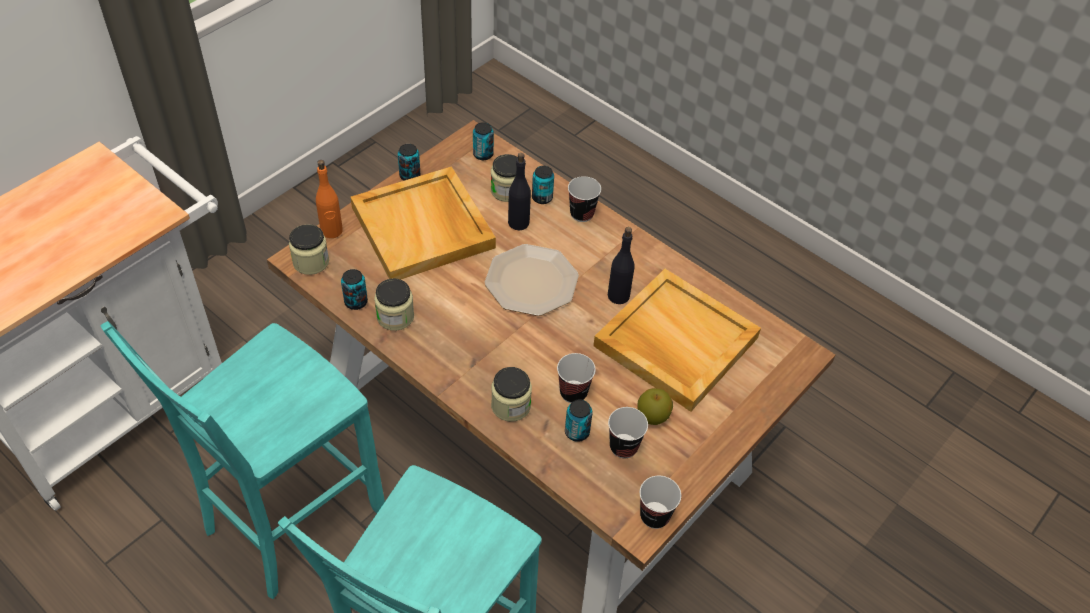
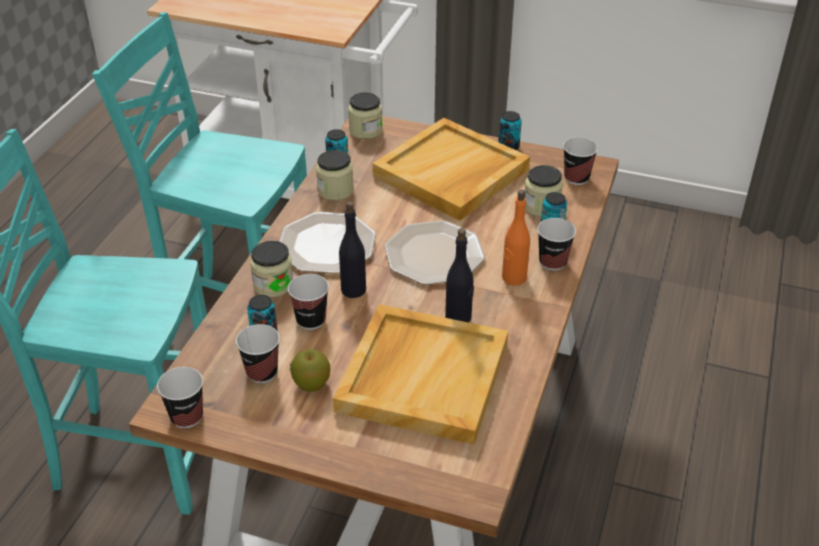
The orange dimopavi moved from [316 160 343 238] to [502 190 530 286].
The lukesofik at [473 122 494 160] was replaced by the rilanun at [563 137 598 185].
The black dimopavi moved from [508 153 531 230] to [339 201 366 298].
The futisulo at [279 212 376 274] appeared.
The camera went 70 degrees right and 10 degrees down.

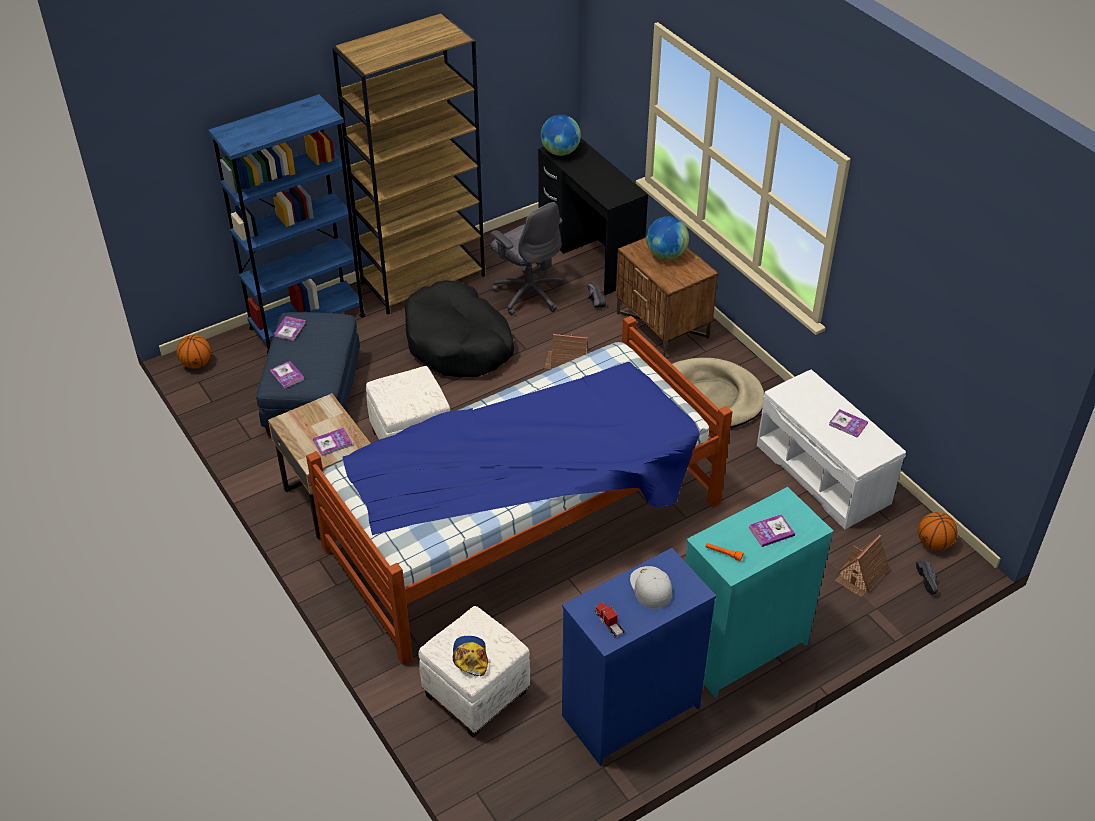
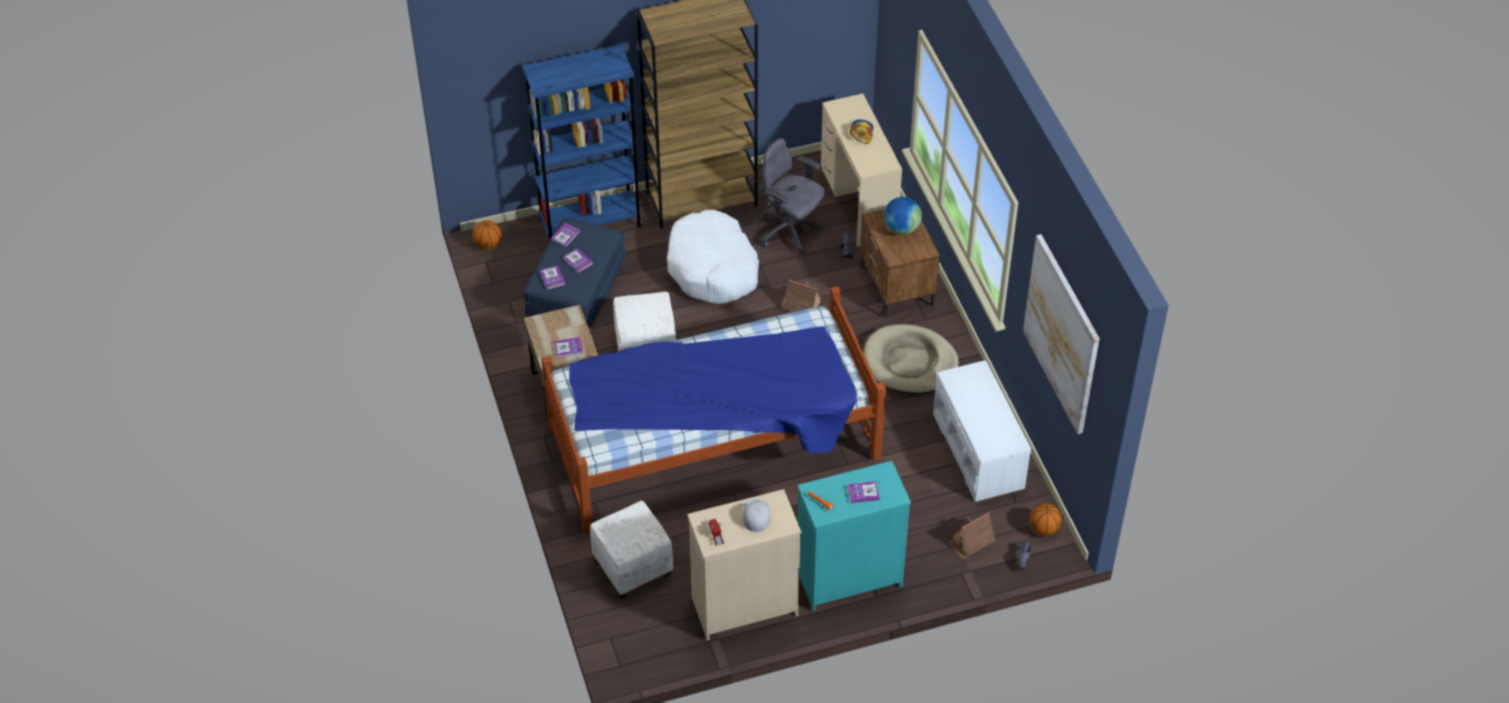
The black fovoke at [405 280 514 377] became the white fovoke at [667 210 759 304].
The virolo moved from [453 636 488 676] to [850 119 873 144].
The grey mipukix at [490 202 564 316] turned 150 degrees clockwise.
The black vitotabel at [538 138 648 295] became the beige vitotabel at [821 94 902 246].
The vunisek at [541 115 581 156] disappeared.
The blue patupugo at [562 548 716 766] became the beige patupugo at [687 489 802 640].
The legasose moved from [829 409 868 438] to [563 248 593 273].
The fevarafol at [1023 234 1100 434] appeared.
The camera went 15 degrees right and 5 degrees up.

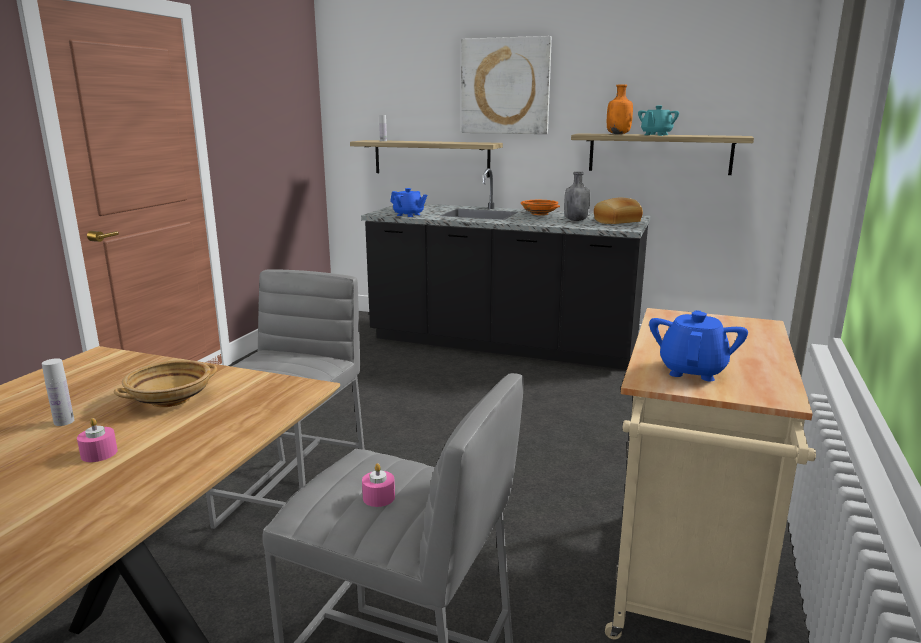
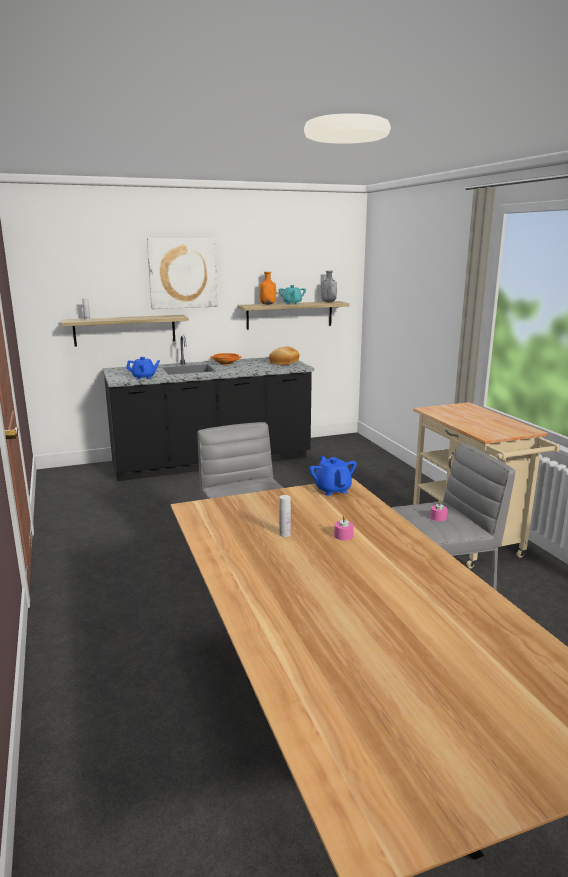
The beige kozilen at [114 360 217 407] disappeared.
The grey dimopavi moved from [564 172 590 221] to [321 271 337 302].
The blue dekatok moved from [649 310 748 381] to [309 456 357 496].
The camera went 40 degrees left and 0 degrees up.

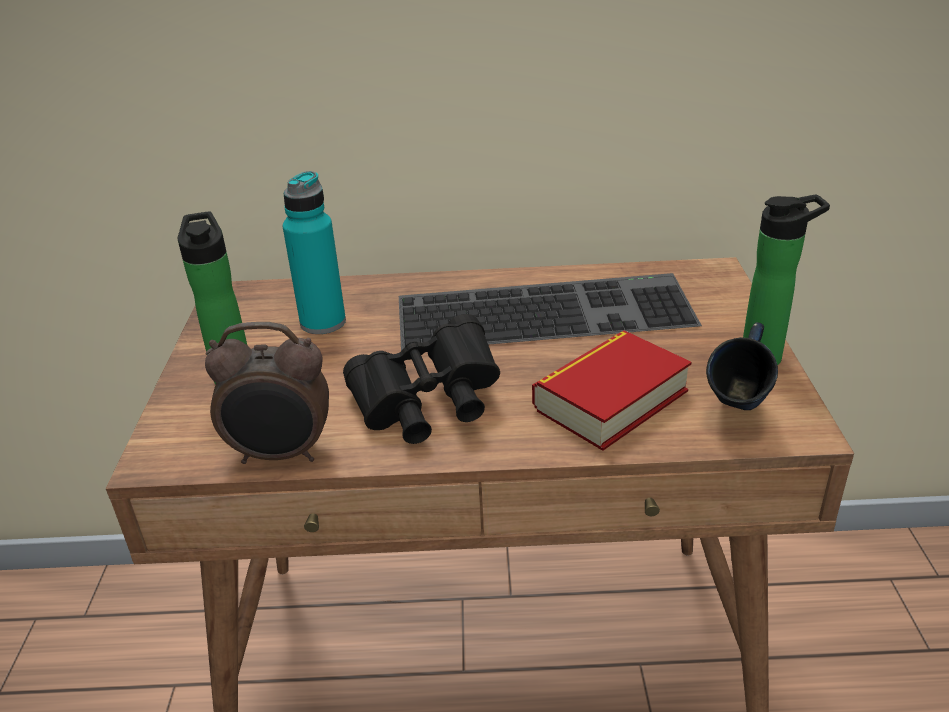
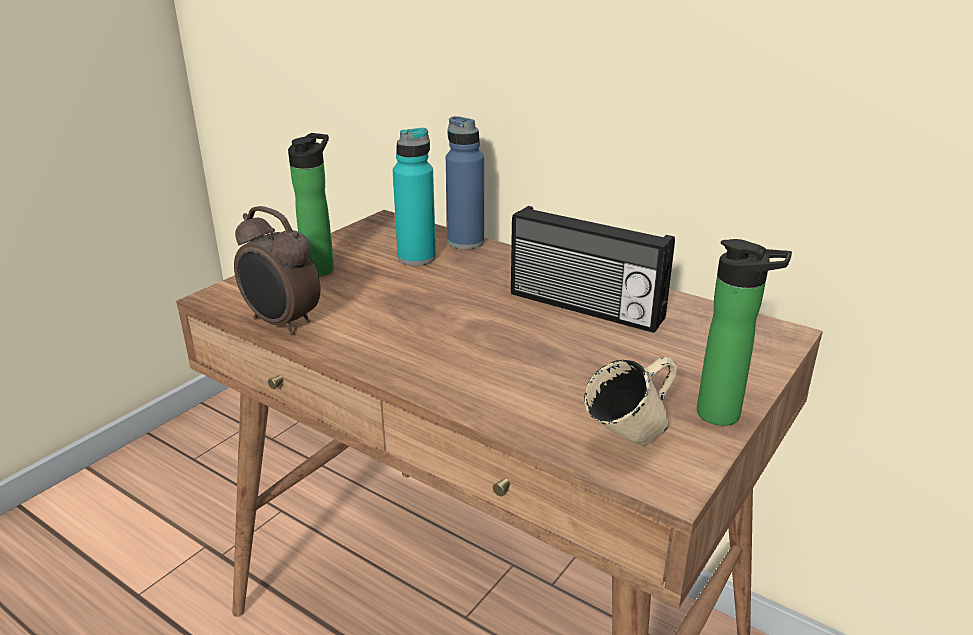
The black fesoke at [343 314 500 444] disappeared.
The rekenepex at [399 273 702 351] was replaced by the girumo at [511 206 675 333].
The legasose at [532 330 692 451] disappeared.
The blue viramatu at [706 322 778 410] became the beige viramatu at [584 357 678 446].
The blue dimopavi at [446 116 484 249] appeared.
The camera went 35 degrees right and 5 degrees down.

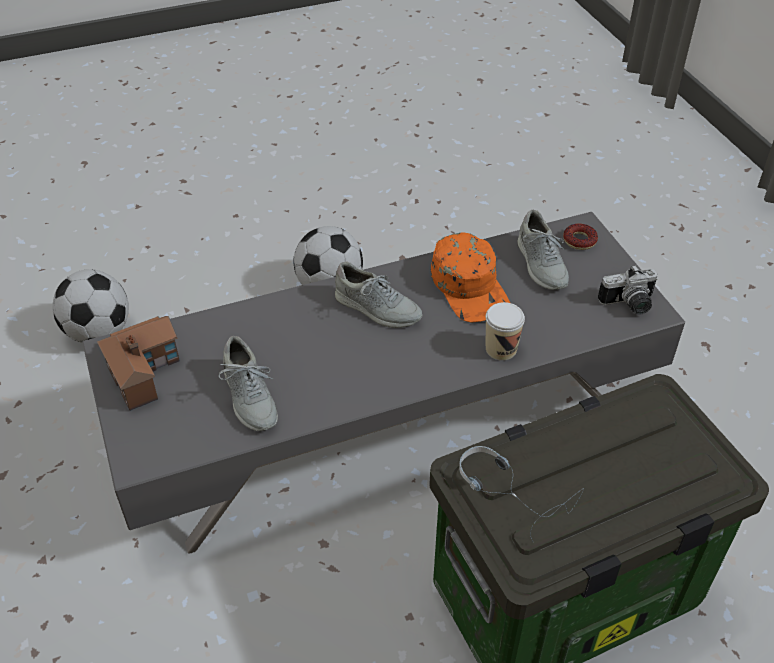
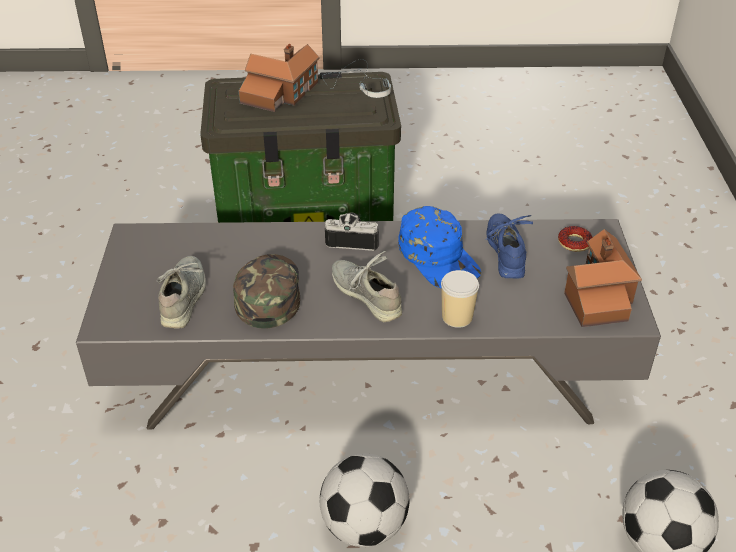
The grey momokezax at [219 336 278 431] became the blue momokezax at [485 213 533 278].
The orange virolo at [431 232 510 323] became the green virolo at [233 254 300 329].
The rilanun moved from [486 302 525 361] to [441 270 479 328].
The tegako moved from [563 223 598 250] to [558 226 592 252].
The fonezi moved from [598 265 658 315] to [325 213 379 251].
The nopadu at [239 44 320 112] appeared.
The blue virolo at [398 206 481 288] appeared.
The camera went 160 degrees left and 5 degrees down.

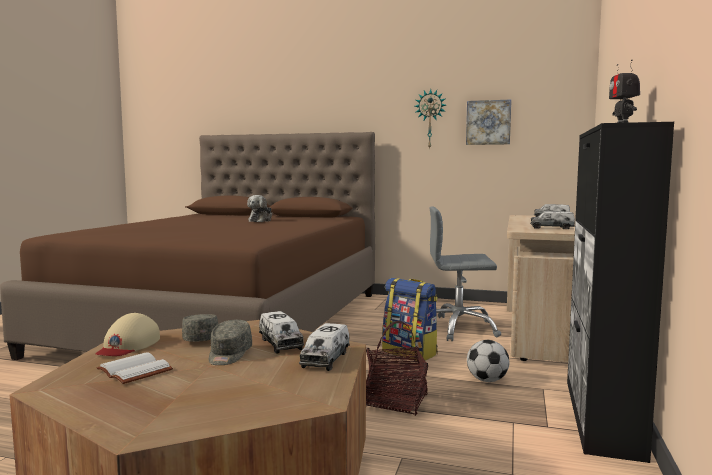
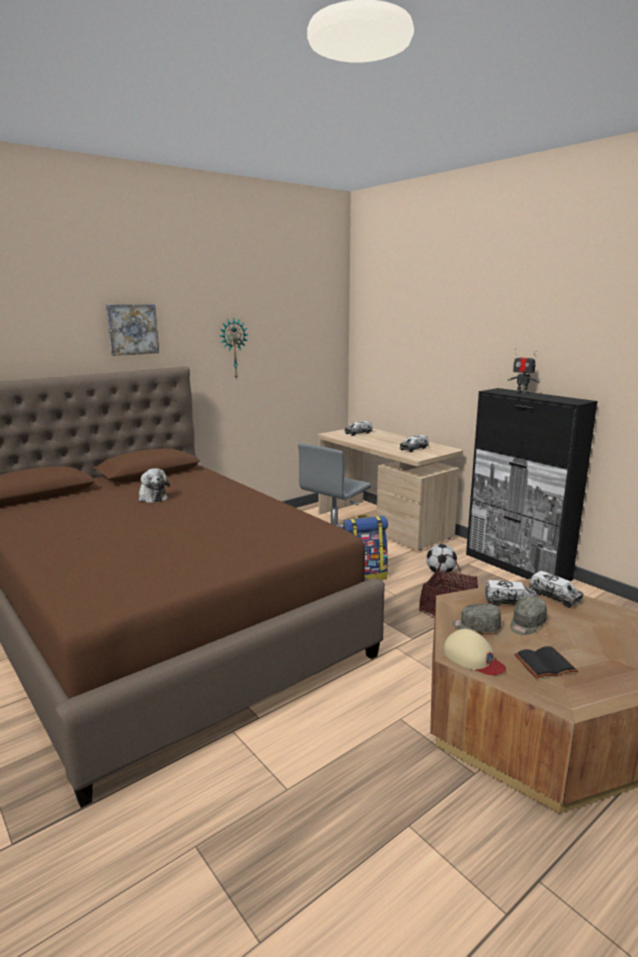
The white legasose at [96 353 173 384] became the black legasose at [514 646 578 679].
The grey virolo at [209 320 252 365] turned 90 degrees clockwise.
The fevarafol moved from [466 99 511 145] to [106 304 159 356].
The camera went 55 degrees left and 10 degrees up.

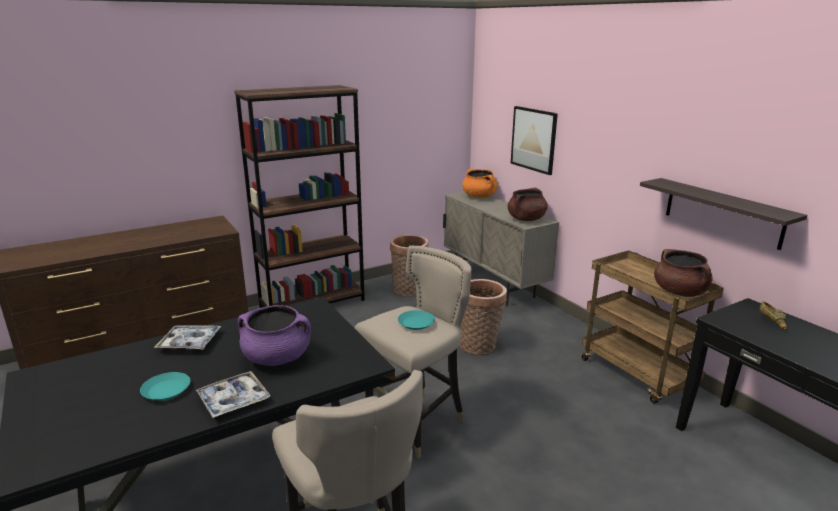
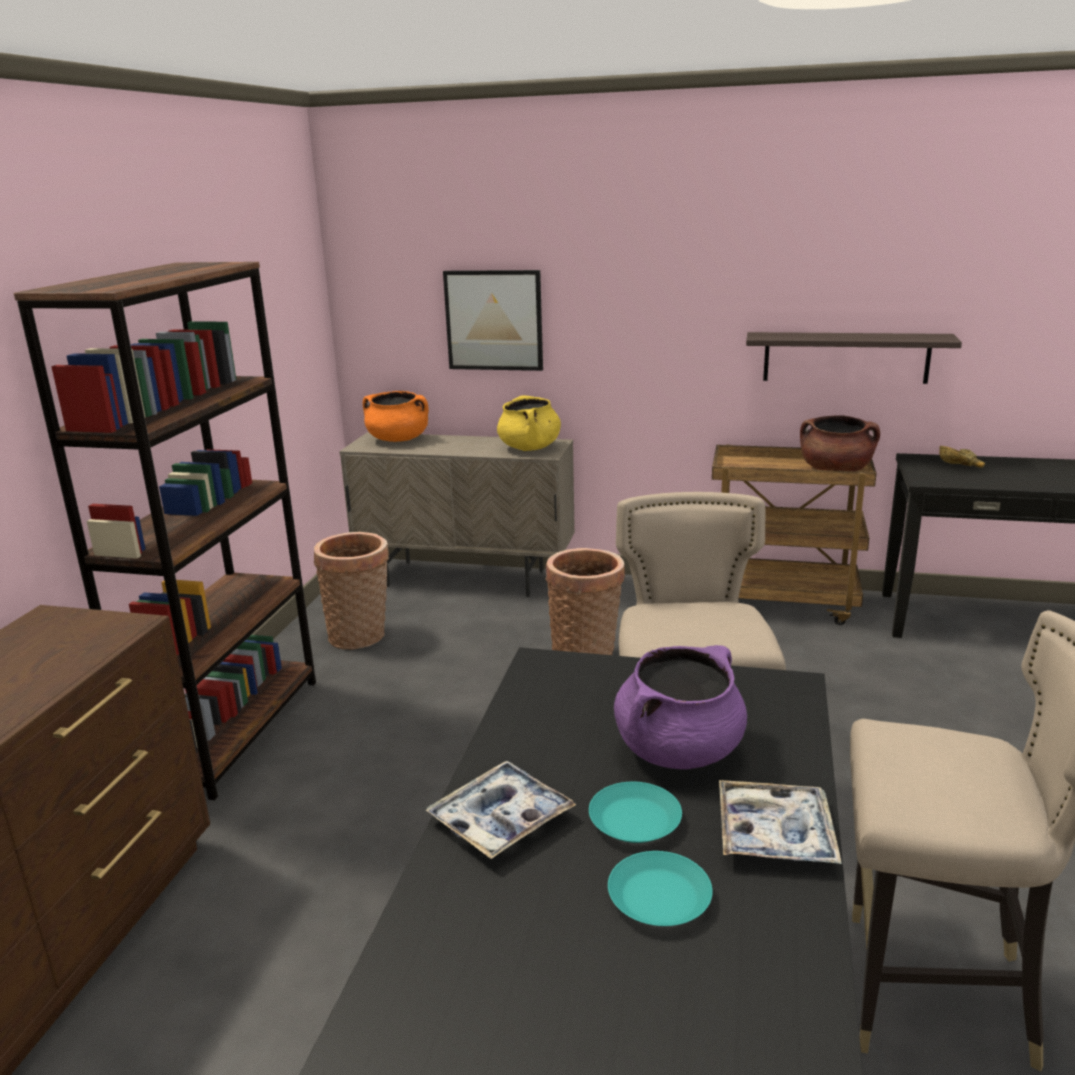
The turquoise futisulo moved from [398 310 435 330] to [589 782 682 843].
The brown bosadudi at [508 188 548 221] became the yellow bosadudi at [497 395 561 451].
The camera went 45 degrees left and 0 degrees up.

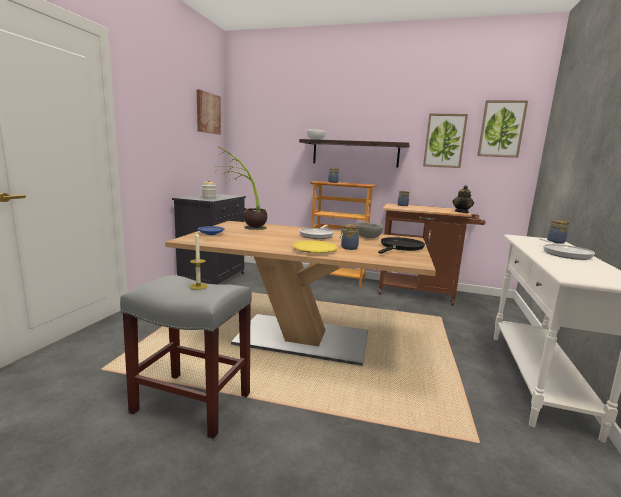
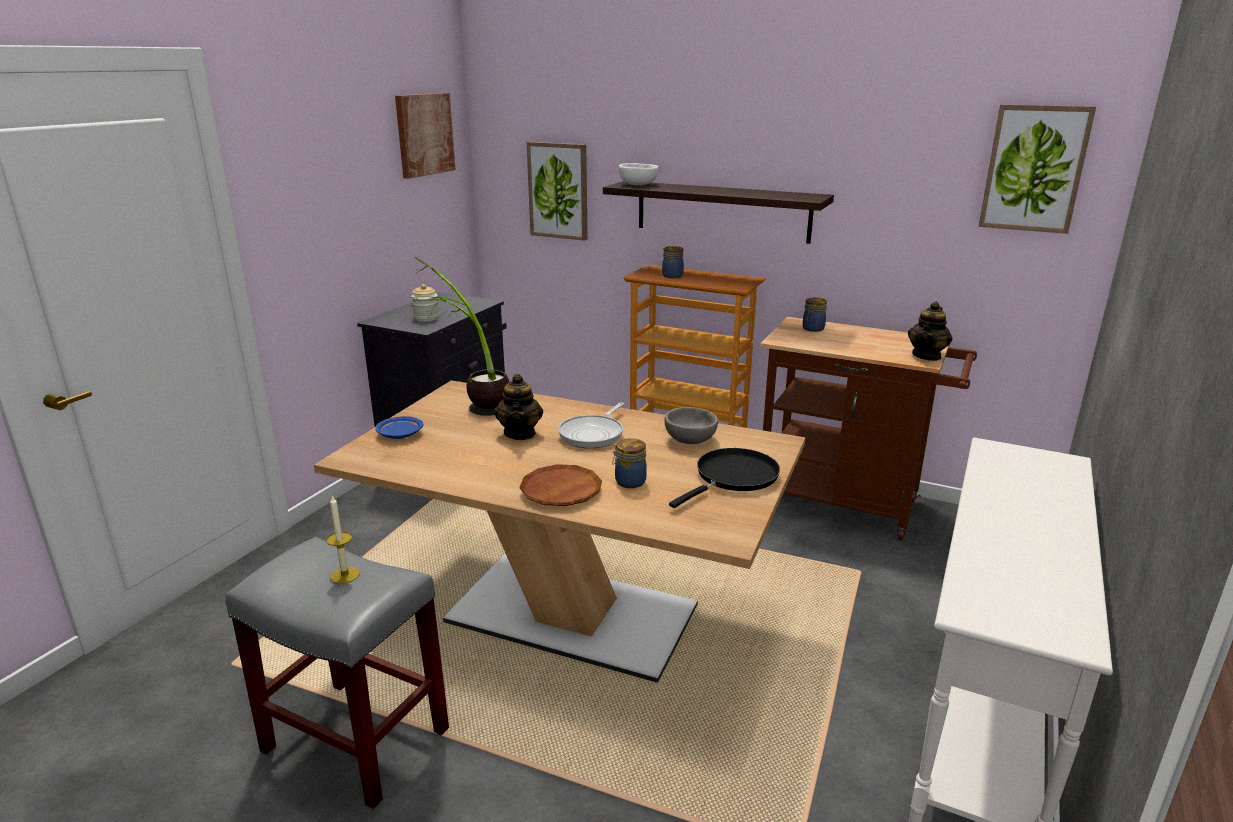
The yellow futisulo at [293 240 338 253] became the brown futisulo at [519 464 602 506].
The fevarafol moved from [423 114 468 168] to [527 142 588 241].
The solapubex at [539 238 595 260] disappeared.
The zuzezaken at [547 220 569 244] disappeared.
The dekatok at [494 374 543 440] appeared.
The camera went 10 degrees right and 10 degrees up.

